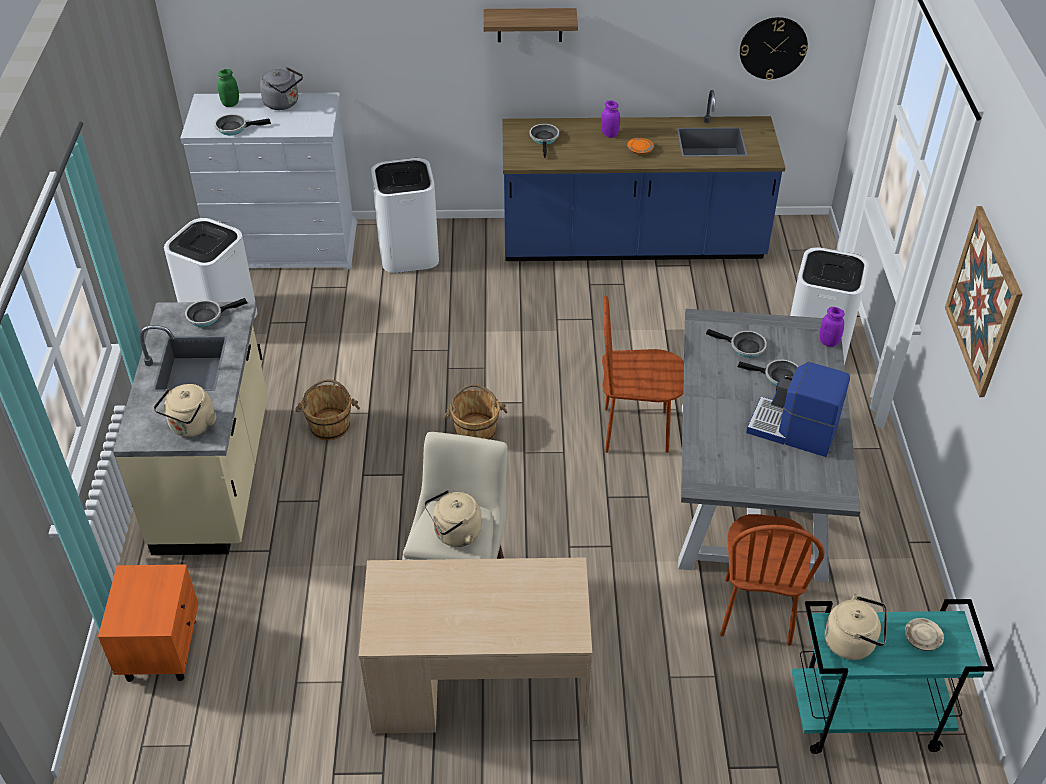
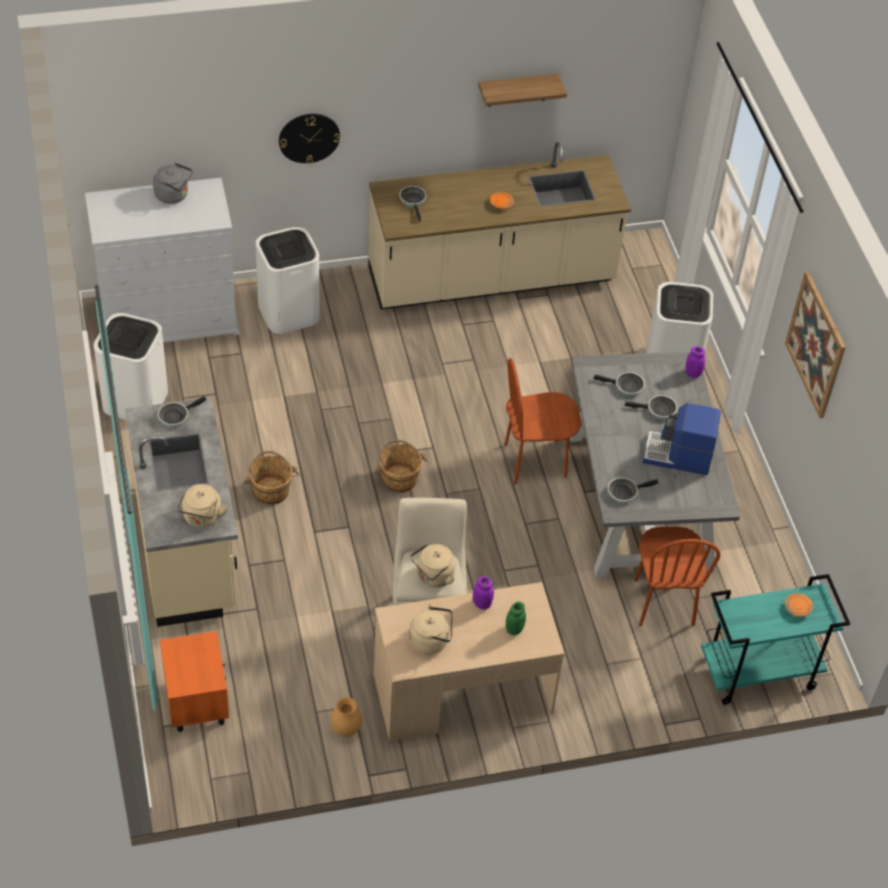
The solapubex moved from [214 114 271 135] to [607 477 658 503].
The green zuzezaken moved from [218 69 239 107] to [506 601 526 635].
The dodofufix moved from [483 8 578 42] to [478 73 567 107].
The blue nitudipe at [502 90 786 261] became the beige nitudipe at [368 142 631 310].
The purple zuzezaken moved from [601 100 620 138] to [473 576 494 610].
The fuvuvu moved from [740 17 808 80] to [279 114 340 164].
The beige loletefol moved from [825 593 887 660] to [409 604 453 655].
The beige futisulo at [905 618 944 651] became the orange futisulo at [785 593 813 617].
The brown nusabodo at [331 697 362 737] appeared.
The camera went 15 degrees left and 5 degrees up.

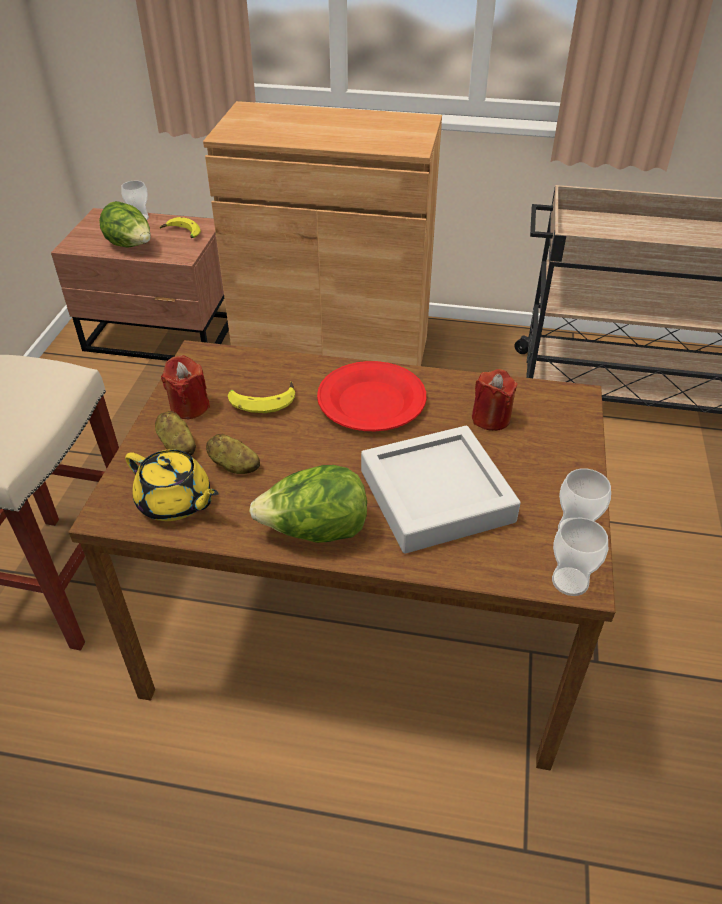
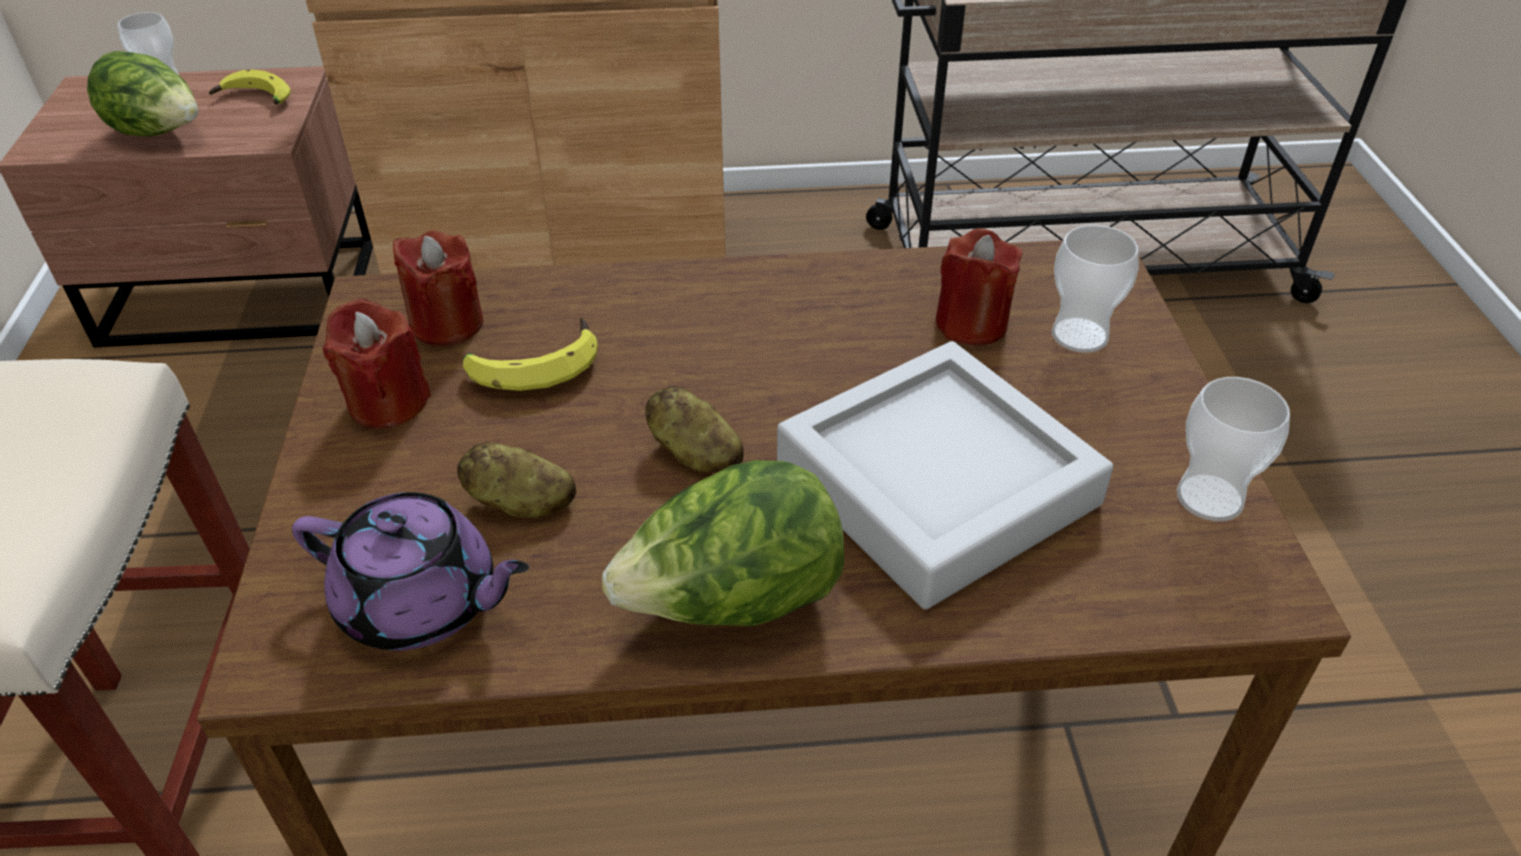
The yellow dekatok at [125 449 219 521] became the purple dekatok at [292 492 529 651].
The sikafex moved from [155 411 196 455] to [645 386 744 473].
The red futisulo at [317 361 426 431] disappeared.
The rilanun moved from [552 517 608 596] to [1052 225 1139 353].
The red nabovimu at [393 230 483 346] appeared.
The camera went 15 degrees left and 0 degrees up.

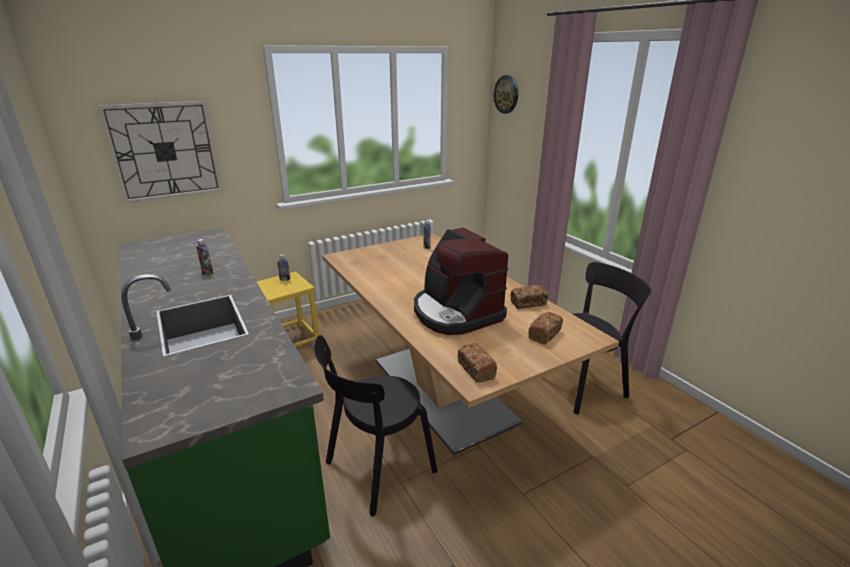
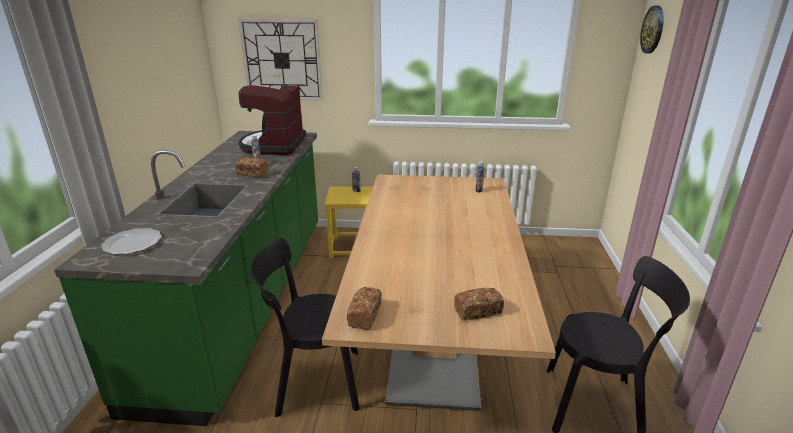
The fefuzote moved from [414 228 509 335] to [238 85 306 155].
The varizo moved from [510 285 548 309] to [235 158 268 177].
The futisulo at [101 228 162 255] appeared.
The camera went 35 degrees right and 0 degrees up.

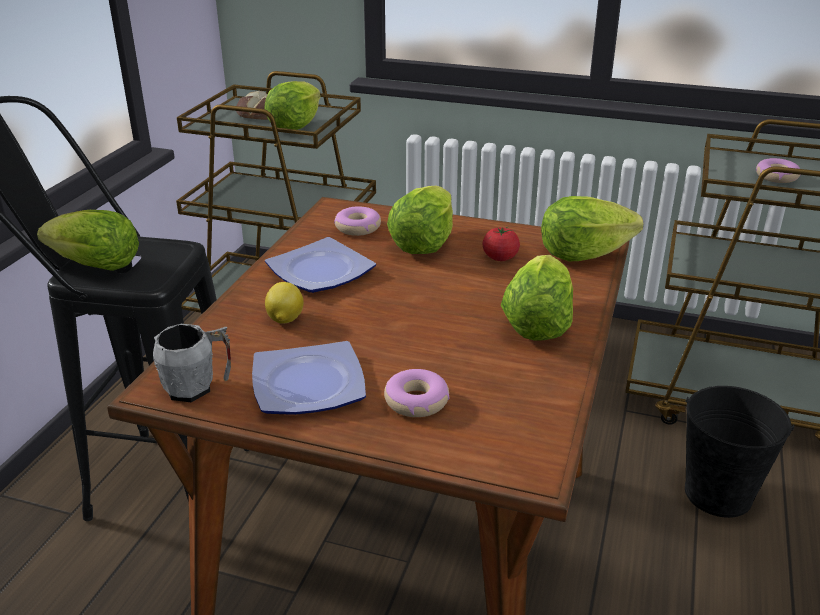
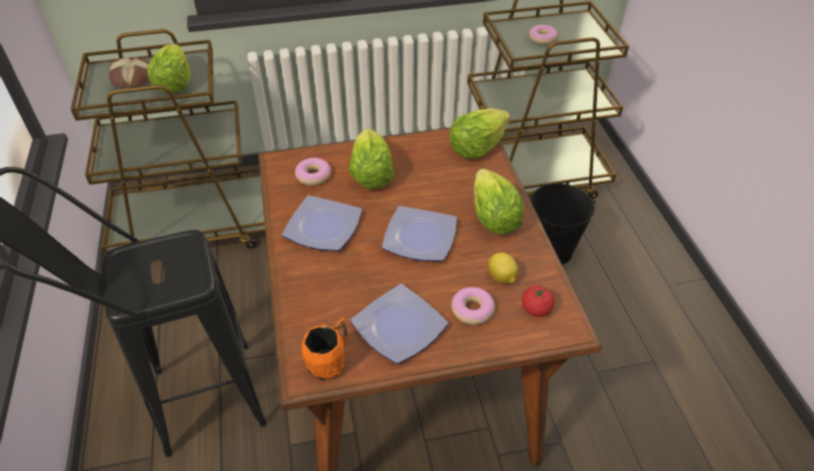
The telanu at [37 210 139 271] disappeared.
The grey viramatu at [153 324 231 402] became the orange viramatu at [301 317 347 380].
The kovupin moved from [265 282 304 324] to [488 253 518 284].
The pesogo moved from [482 227 520 261] to [522 285 555 317].
The futisulo at [382 206 457 261] appeared.
The camera went 30 degrees left and 15 degrees up.

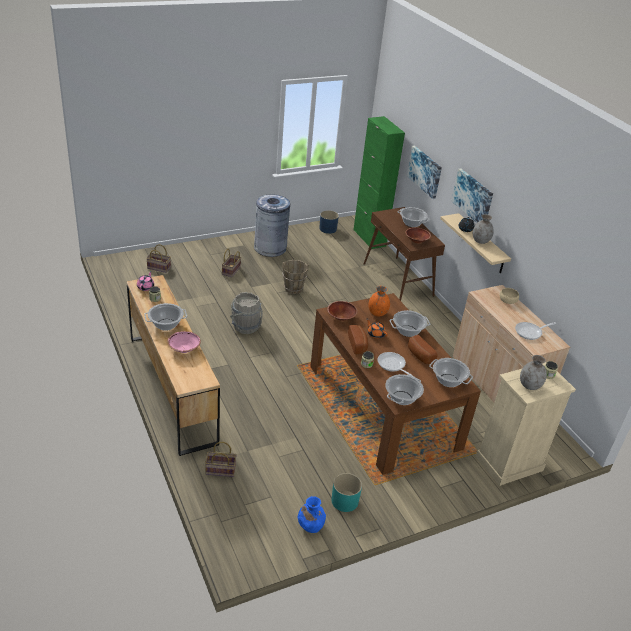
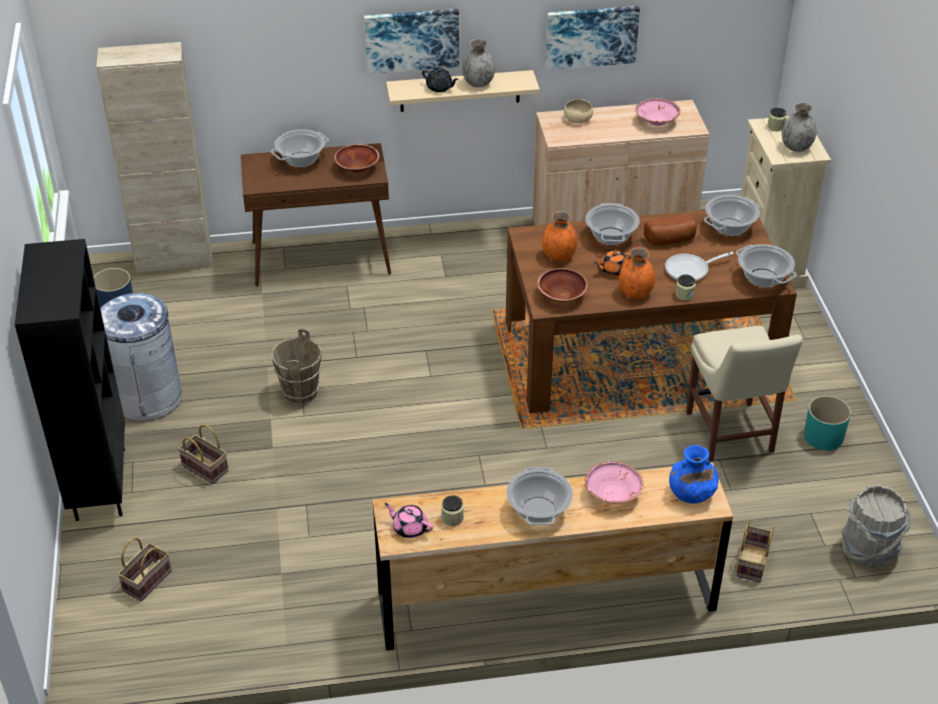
The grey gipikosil moved from [230 292 263 334] to [842 485 912 568].
The blue nusabodo moved from [298 496 326 533] to [669 445 719 504].
The varizo at [348 325 368 354] was replaced by the orange nusabodo at [619 247 655 299].
The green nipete at [354 116 405 249] became the beige nipete at [96 42 212 274].
The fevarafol moved from [407 146 442 199] to [546 6 640 70].
The solapubex at [515 322 556 340] was replaced by the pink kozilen at [635 98 680 126].
The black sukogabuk at [15 239 125 521] appeared.
The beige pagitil at [686 326 803 462] appeared.
The camera went 70 degrees left and 5 degrees up.

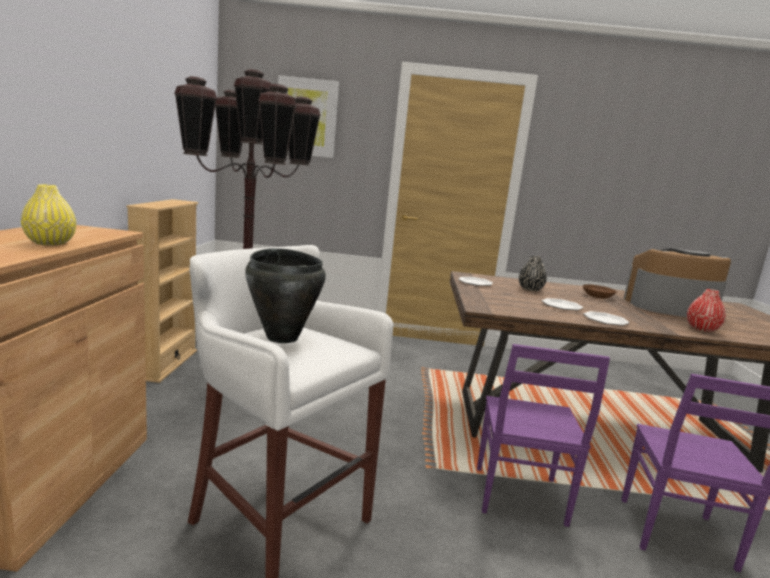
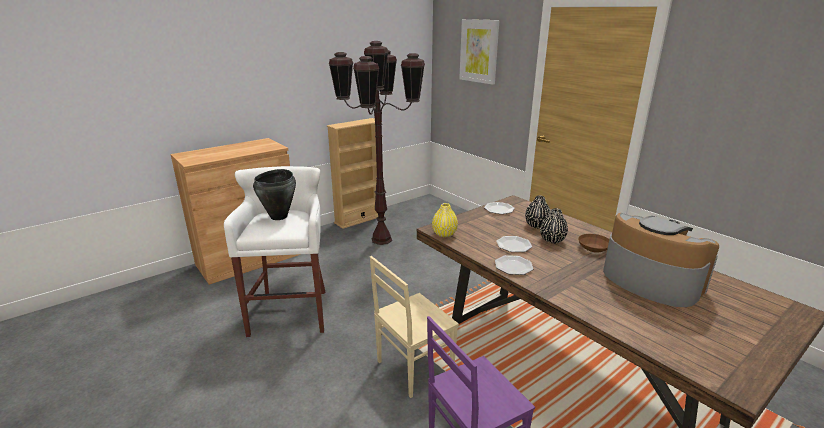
The yellow nusabodo moved from [21 185 76 245] to [432 203 458 237].
The purple pagitil at [477 344 610 527] became the beige pagitil at [370 256 459 398].
The red nusabodo at [687 289 726 332] disappeared.
The black nusabodo at [540 208 568 244] appeared.
The camera went 50 degrees right and 10 degrees up.

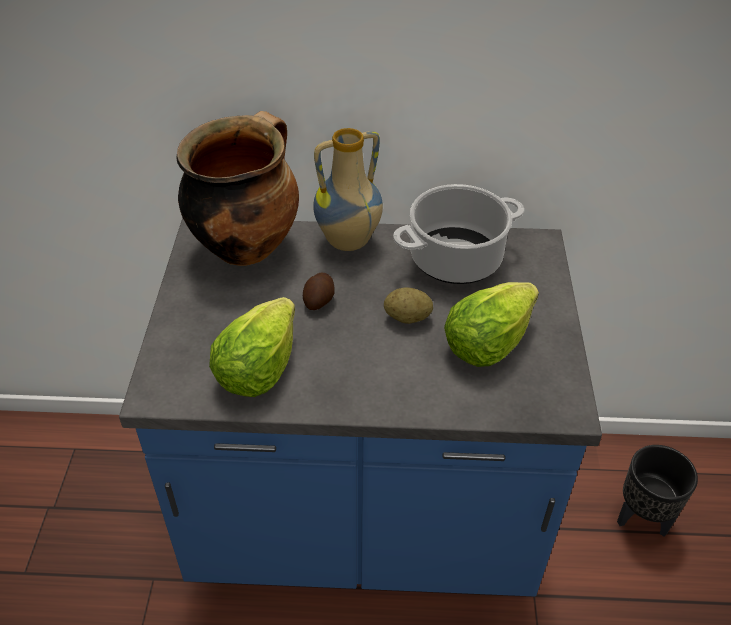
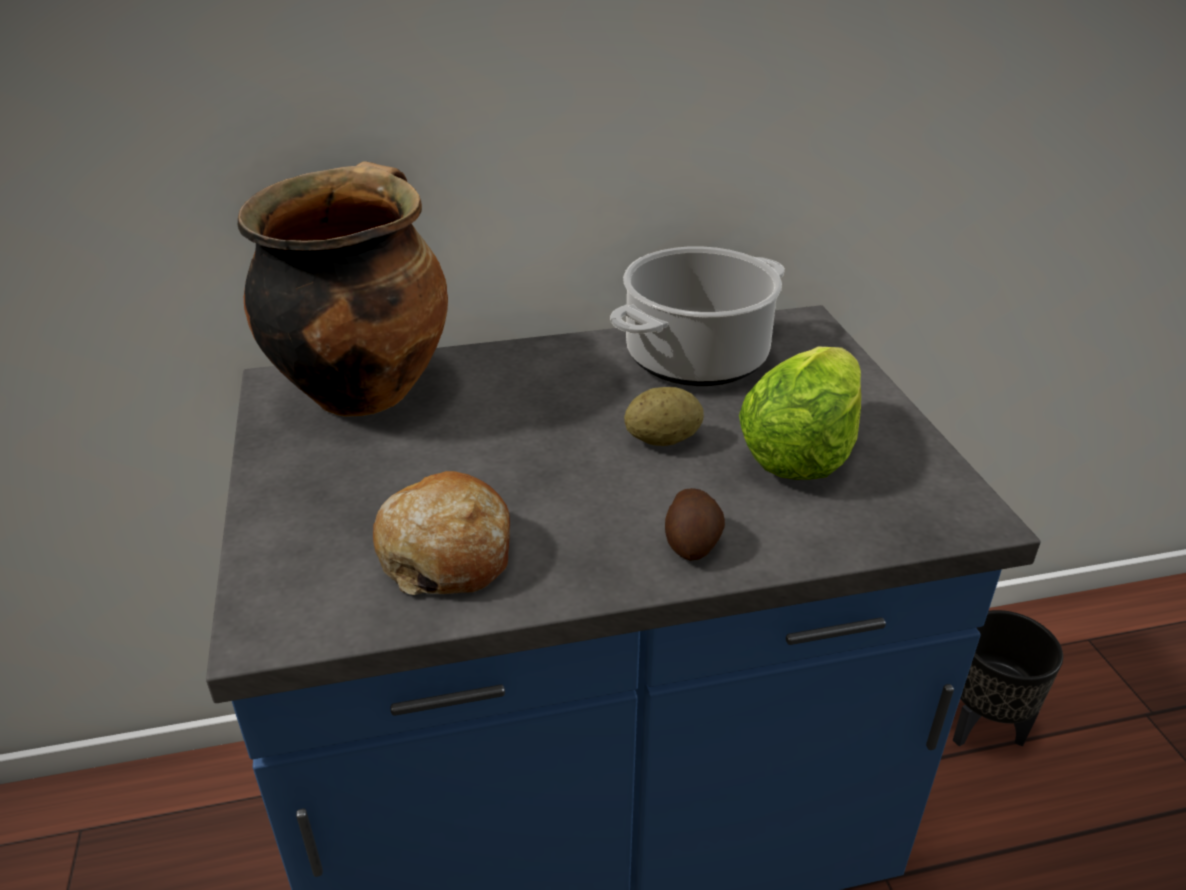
The telanu at [209 297 295 397] was replaced by the varizo at [373 471 510 595].
The sikafex moved from [303 273 335 310] to [665 488 725 561].
The nusabodo at [313 128 383 251] disappeared.
The camera went 15 degrees left and 10 degrees down.

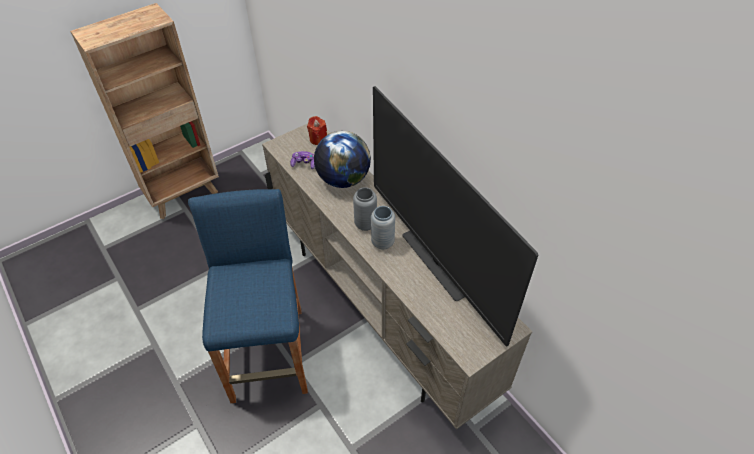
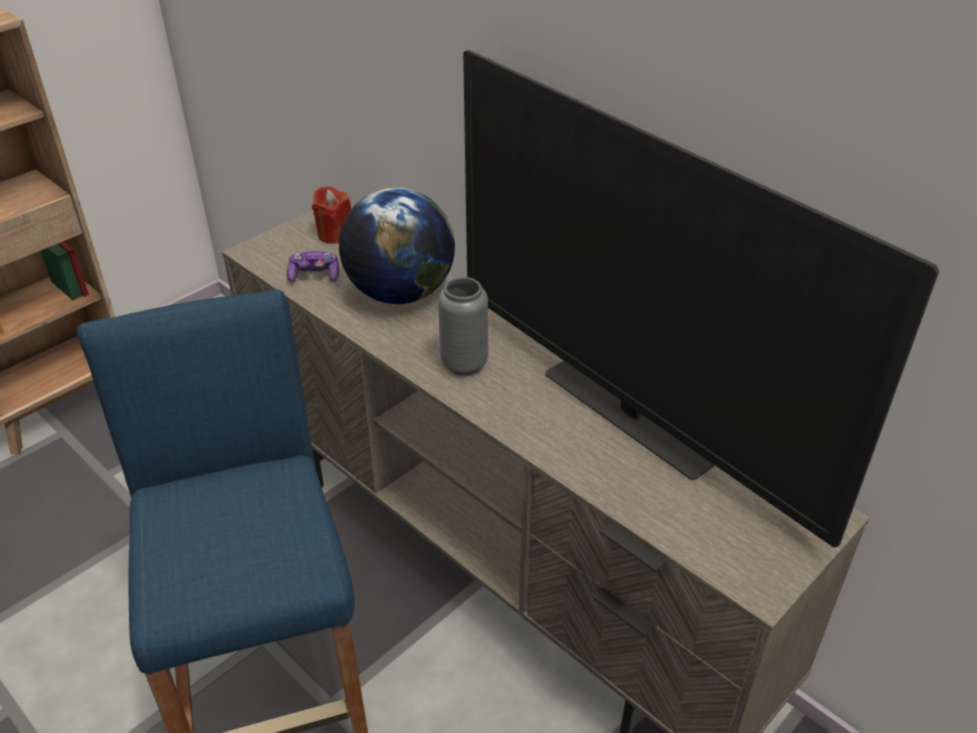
The grey nusabodo at [371 206 395 250] disappeared.
The camera went 10 degrees left and 10 degrees down.

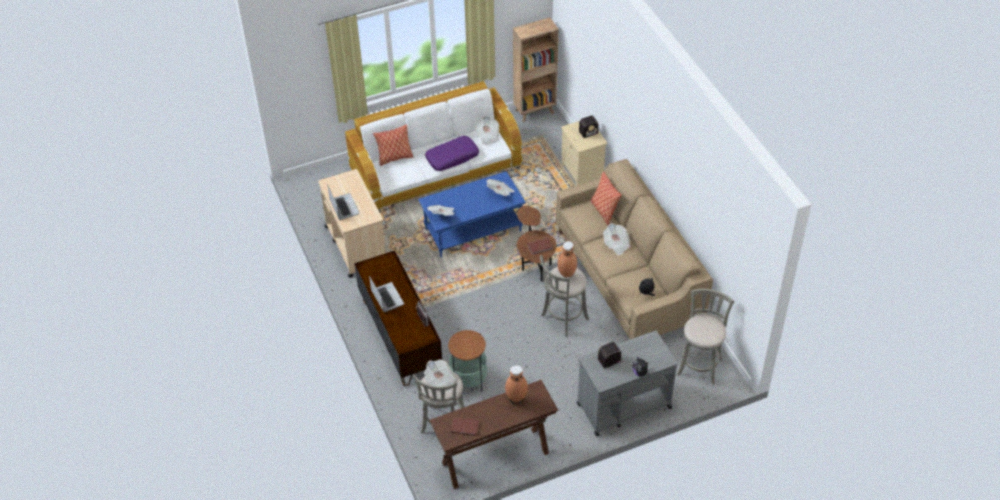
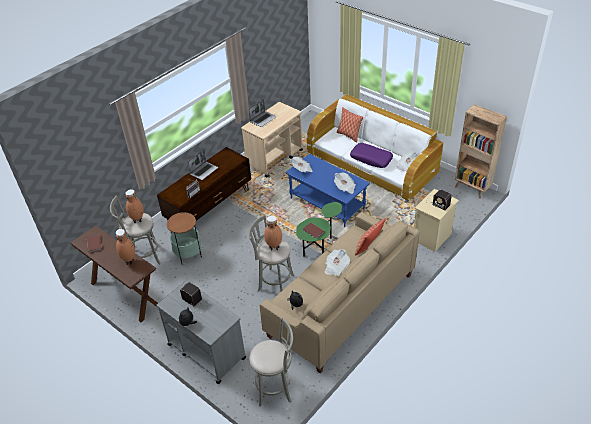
The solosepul at [424 360 456 393] was replaced by the brown nusabodo at [125 189 143 223].
The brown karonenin at [517 205 556 281] became the green karonenin at [296 202 342 257].
The camera went 65 degrees right and 5 degrees down.

